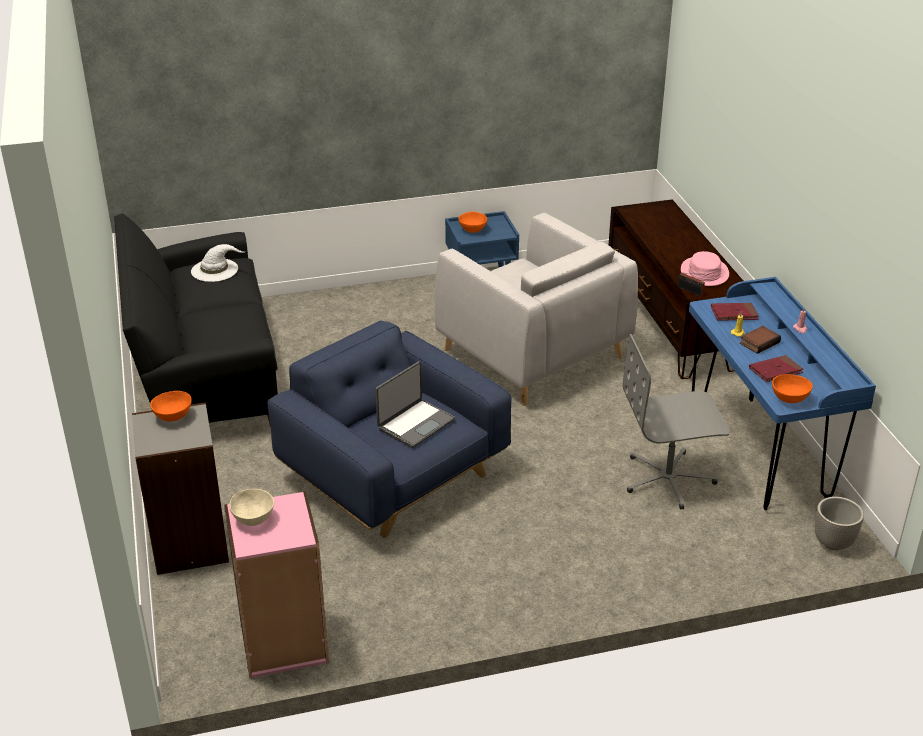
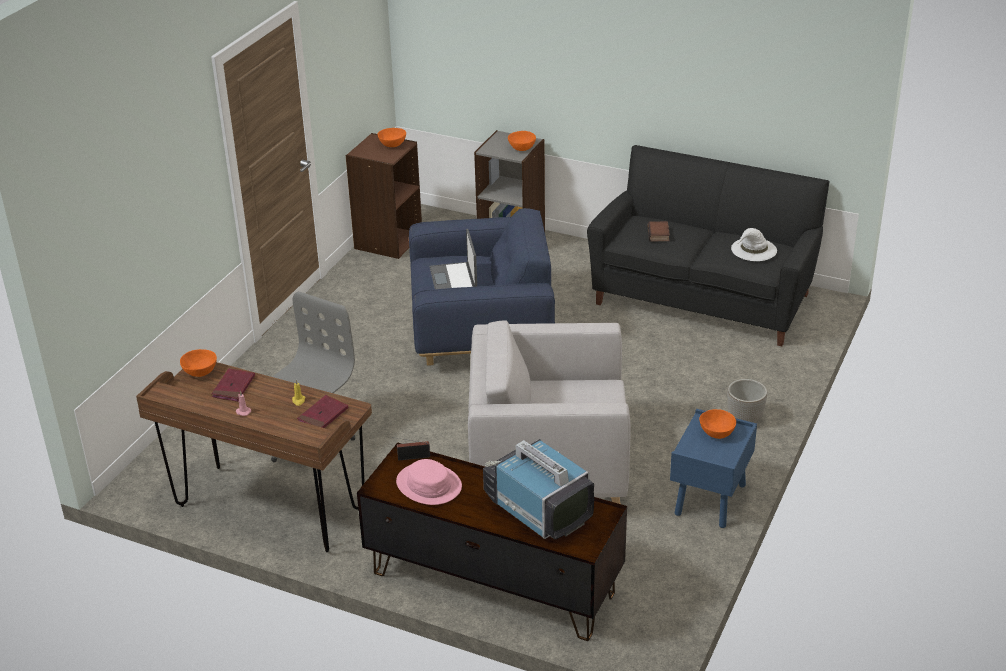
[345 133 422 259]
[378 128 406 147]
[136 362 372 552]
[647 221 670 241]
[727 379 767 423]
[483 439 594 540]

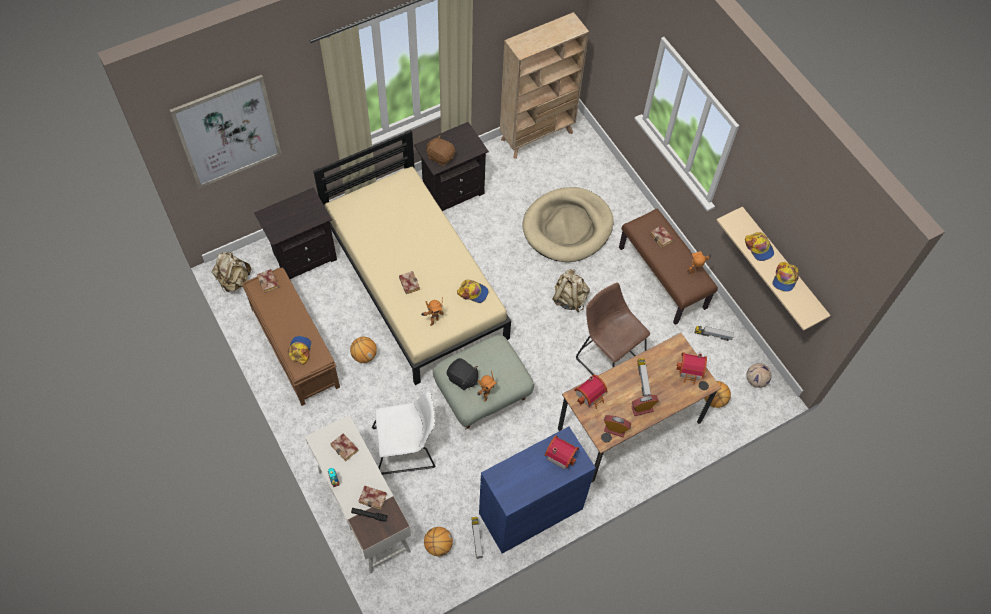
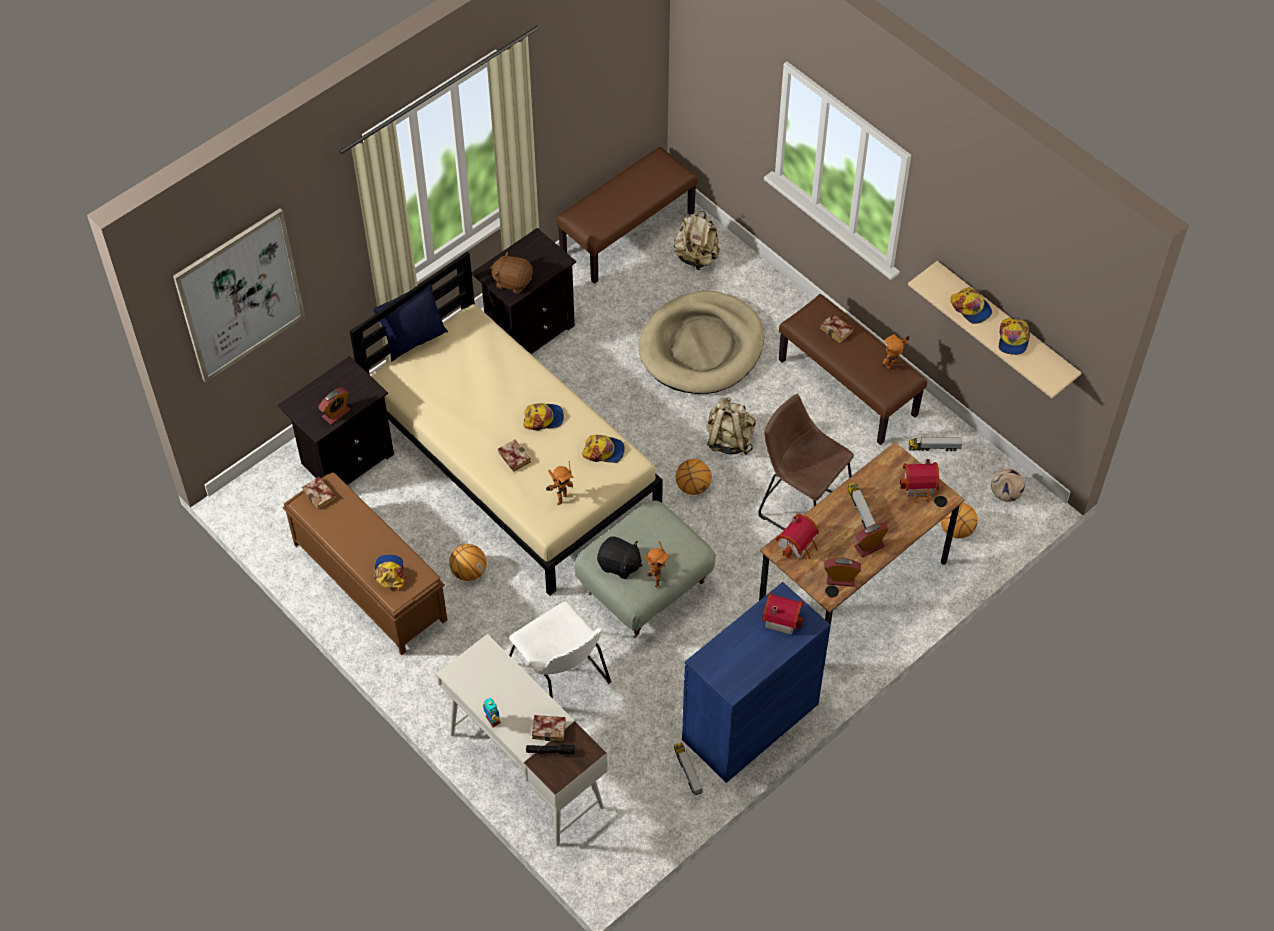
[674 211 720 270]
[331 433 358 461] (first image)
[509 601 611 699]
[676 459 712 495]
[556 147 698 284]
[318 387 350 425]
[373 284 448 361]
[523 403 564 430]

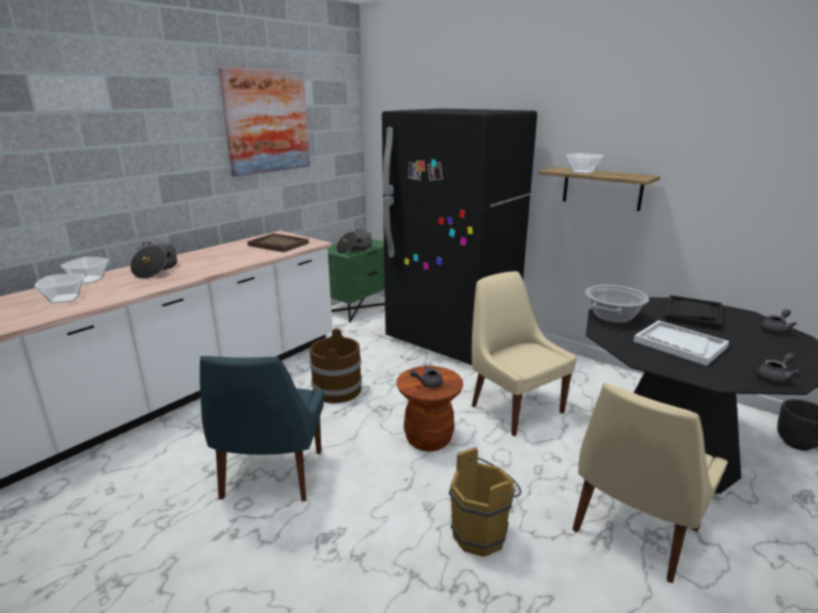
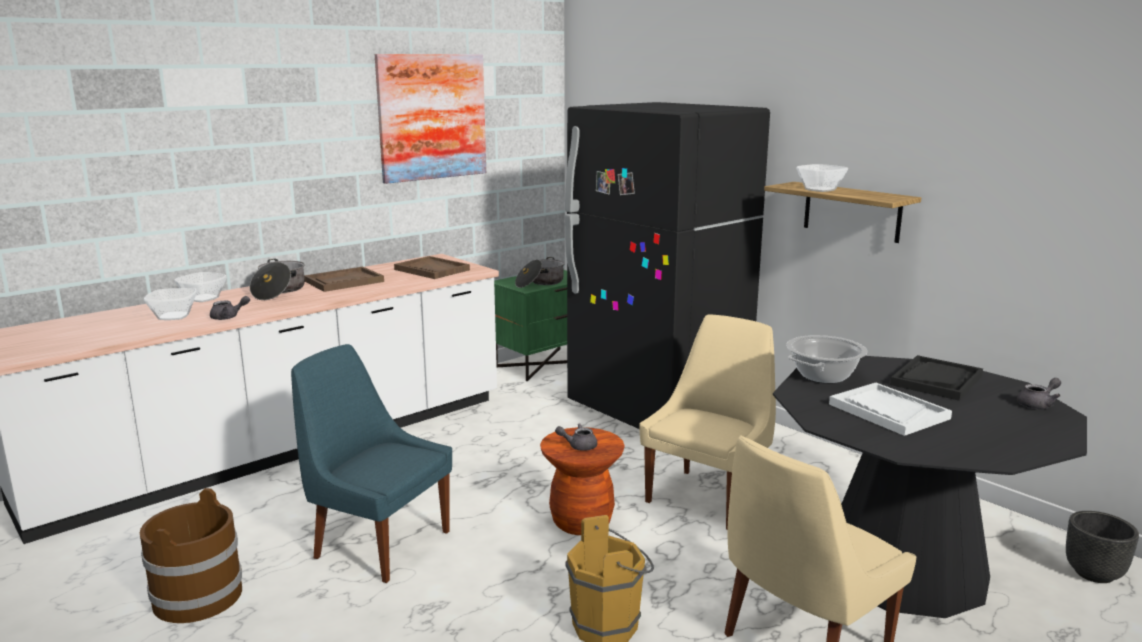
[291 344 452 583]
[140 488 242 623]
[639 314 776 529]
[210 296 250 320]
[304 267 384 292]

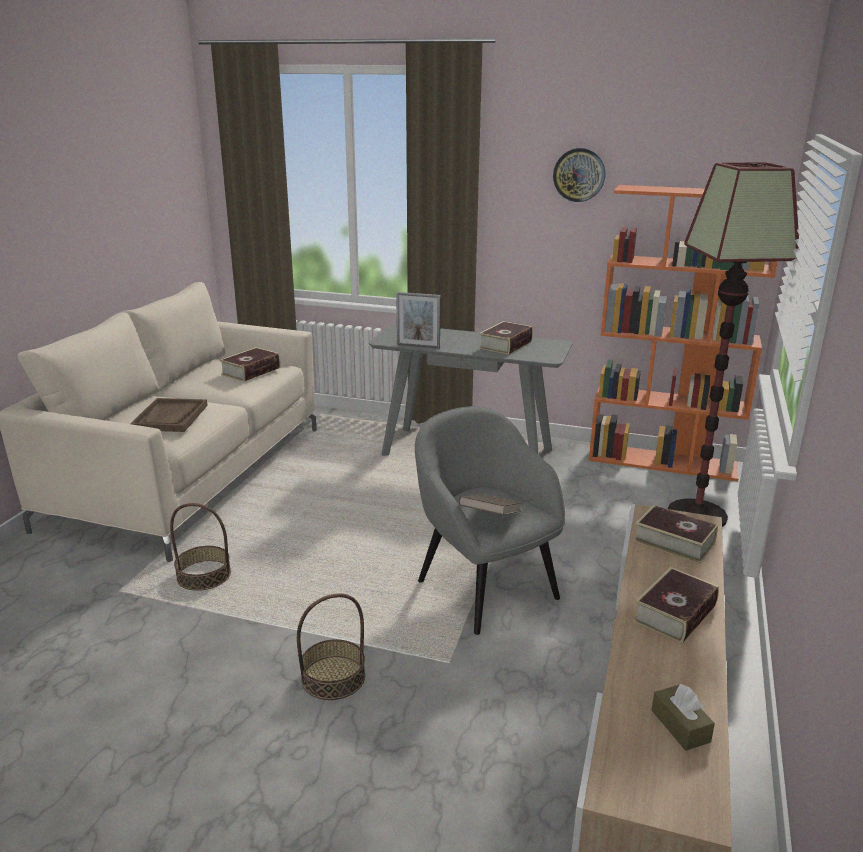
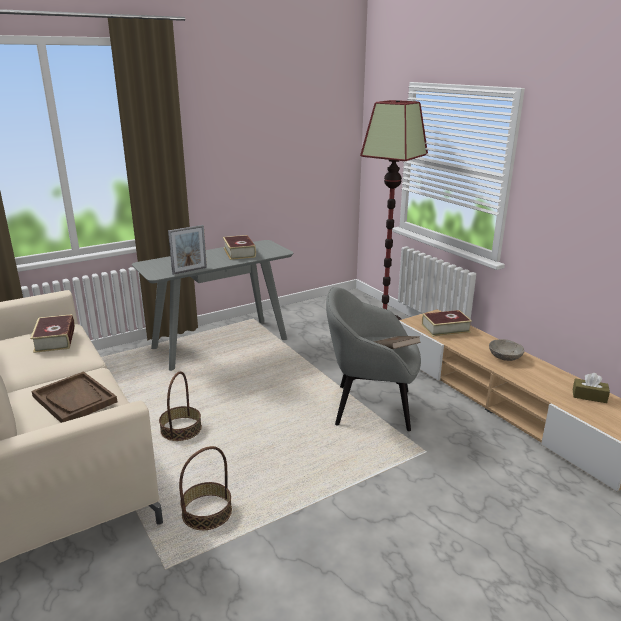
[159 371 202 441]
[553 148 605 202] (first image)
[589 185 778 481] (first image)
[489 339 524 361]

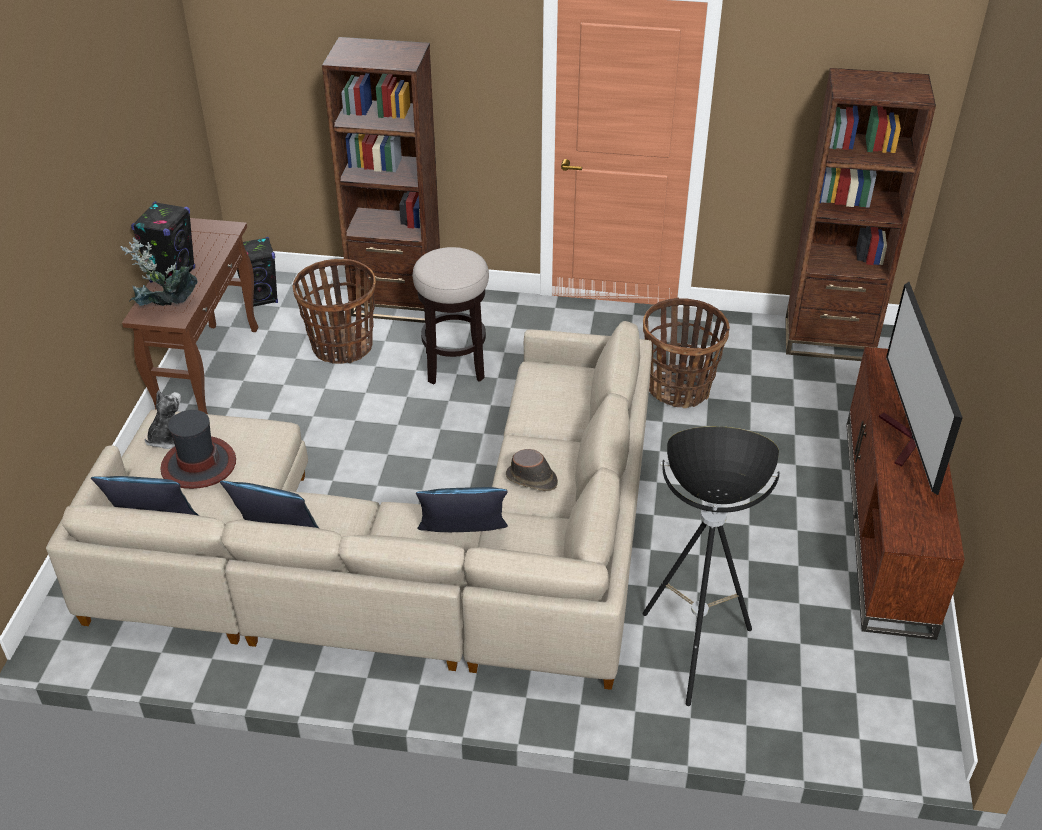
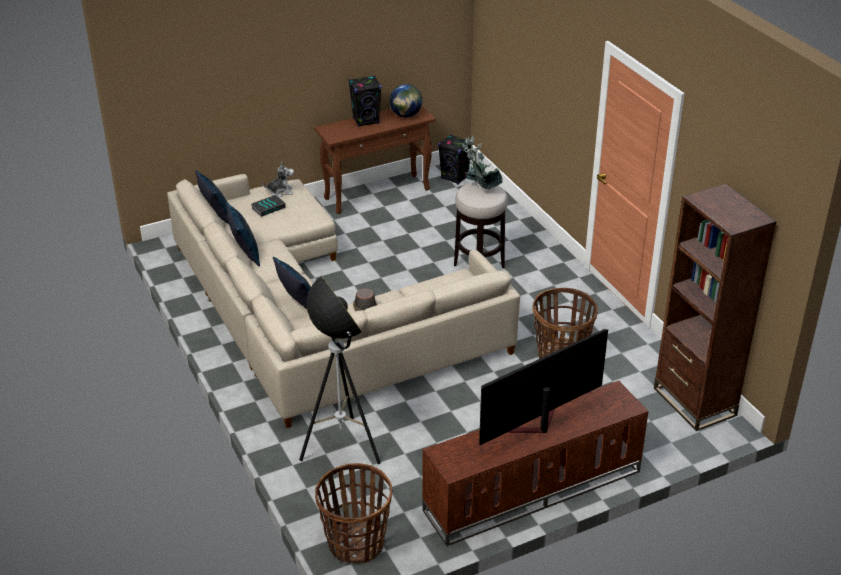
[462 136 503 190]
[251 195 286 217]
[315 463 393 564]
[322 37 440 323] (first image)
[389 84 422 117]

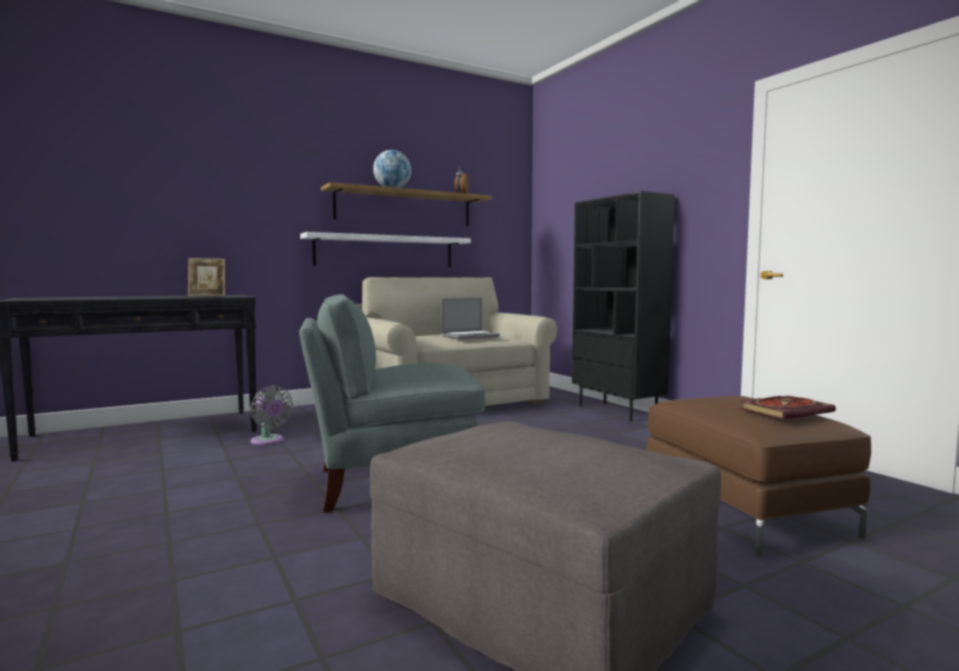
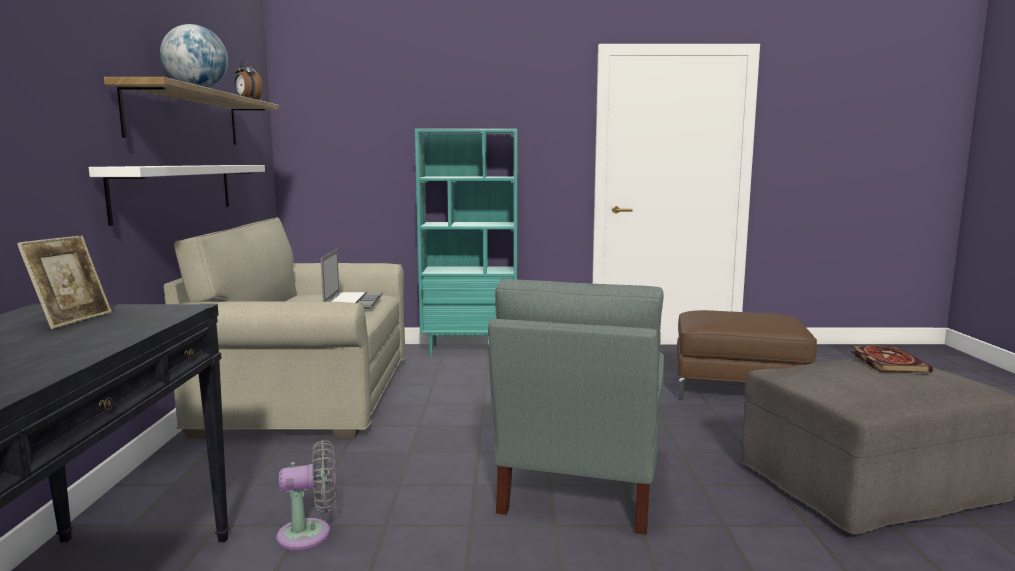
[415 129 517 356]
[851 346 933 373]

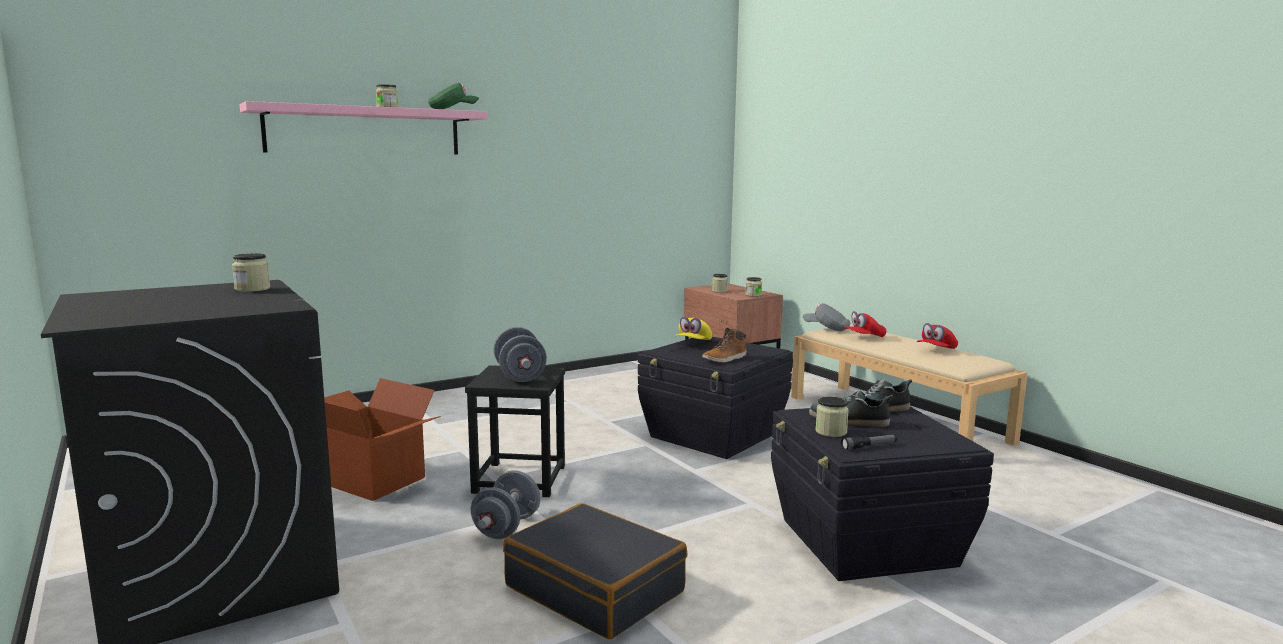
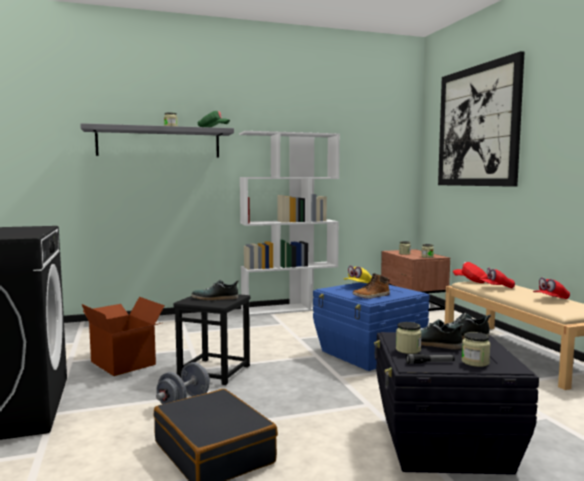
[462 332 490 367]
[80 123 234 157]
[191 280 239 300]
[313 282 429 371]
[453 262 488 283]
[239 131 340 316]
[438 51 525 187]

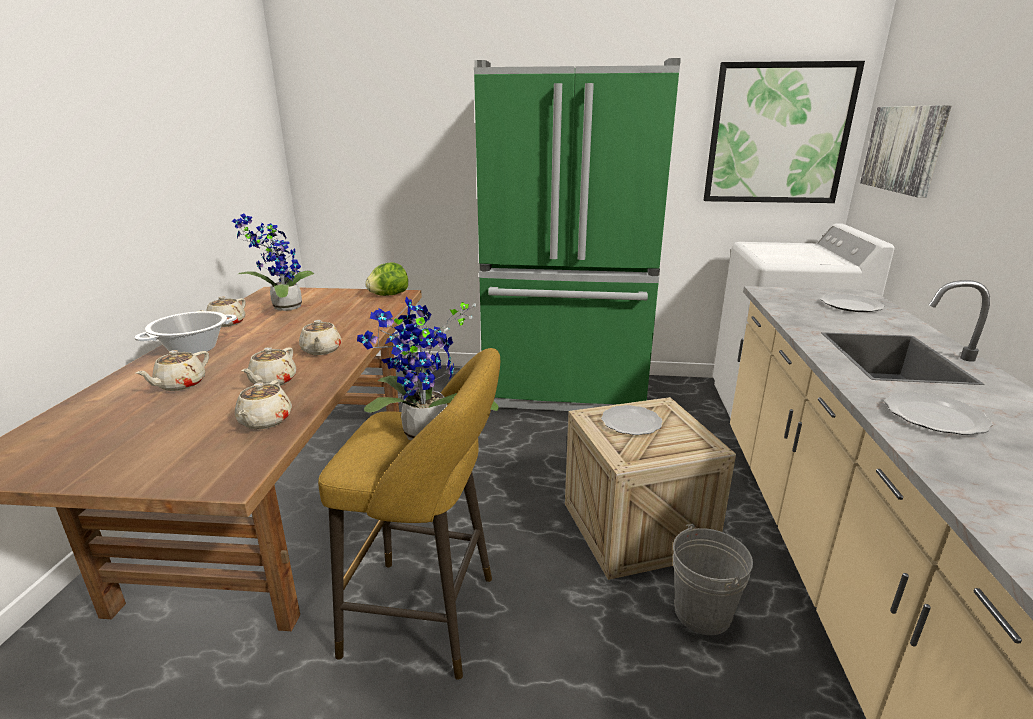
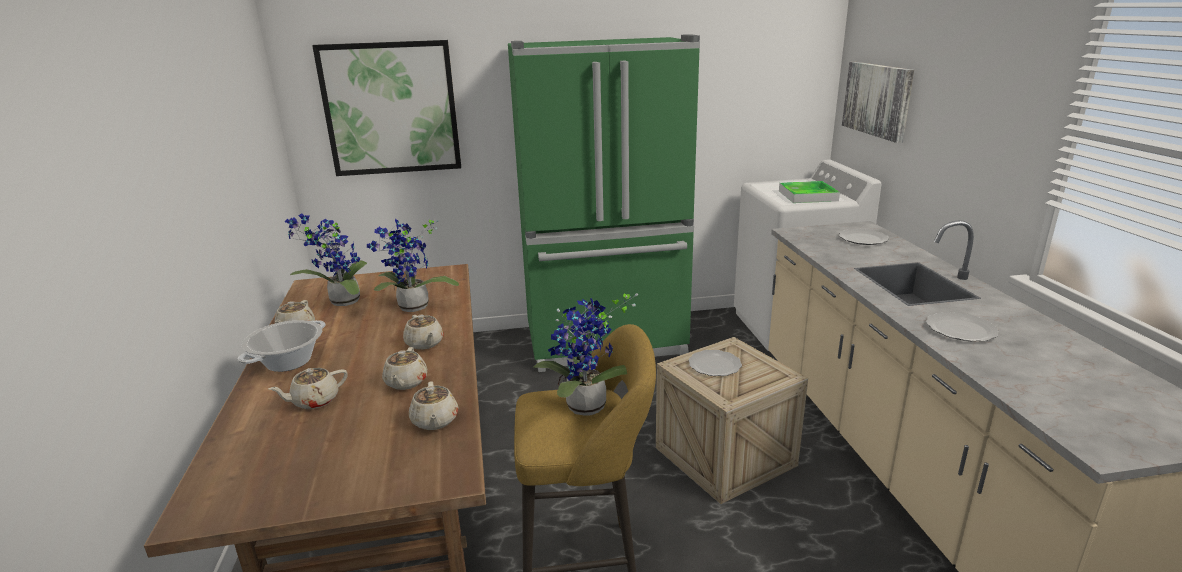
[269 368 348 409]
[365 262 408 296] (first image)
[673 524 753 635] (first image)
[312 40 461 176]
[367 219 459 312]
[779 181 840 203]

